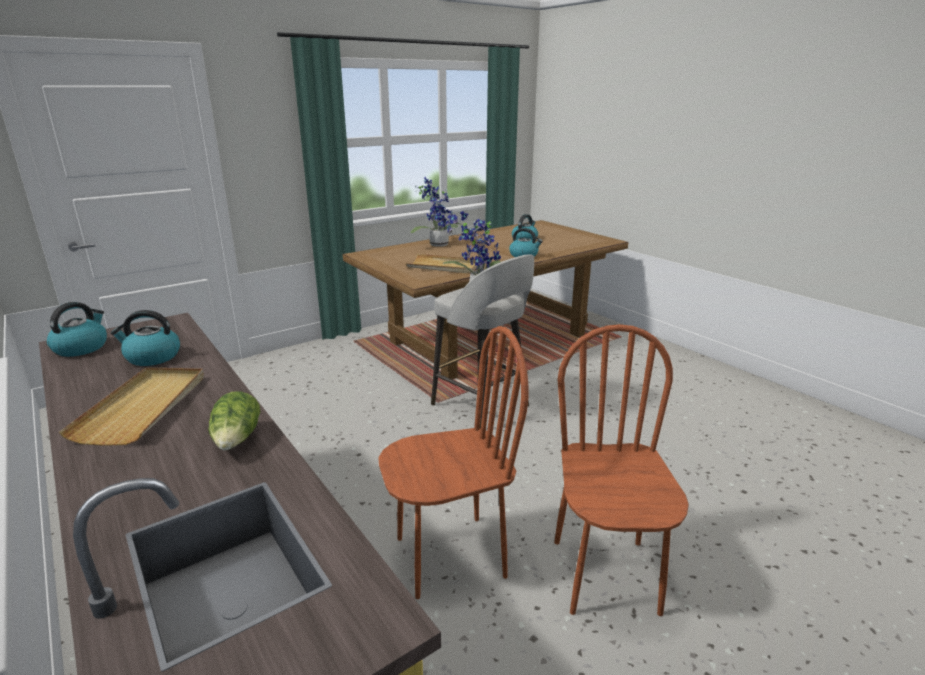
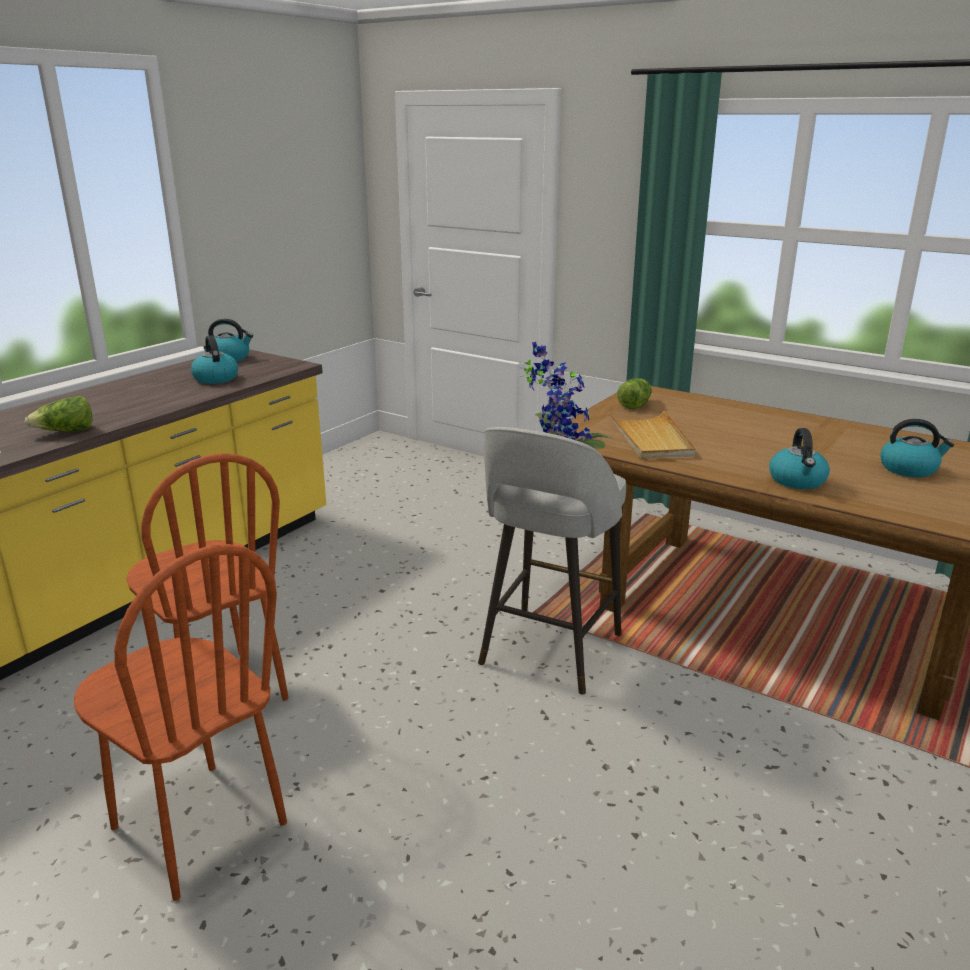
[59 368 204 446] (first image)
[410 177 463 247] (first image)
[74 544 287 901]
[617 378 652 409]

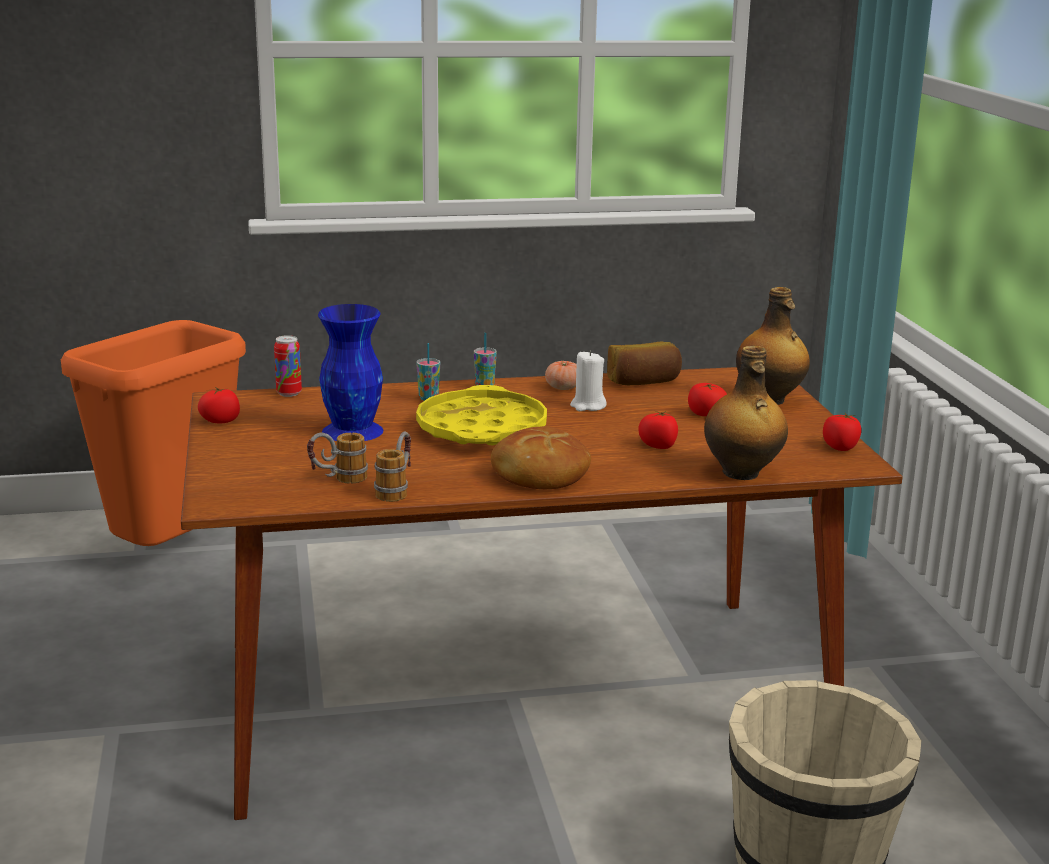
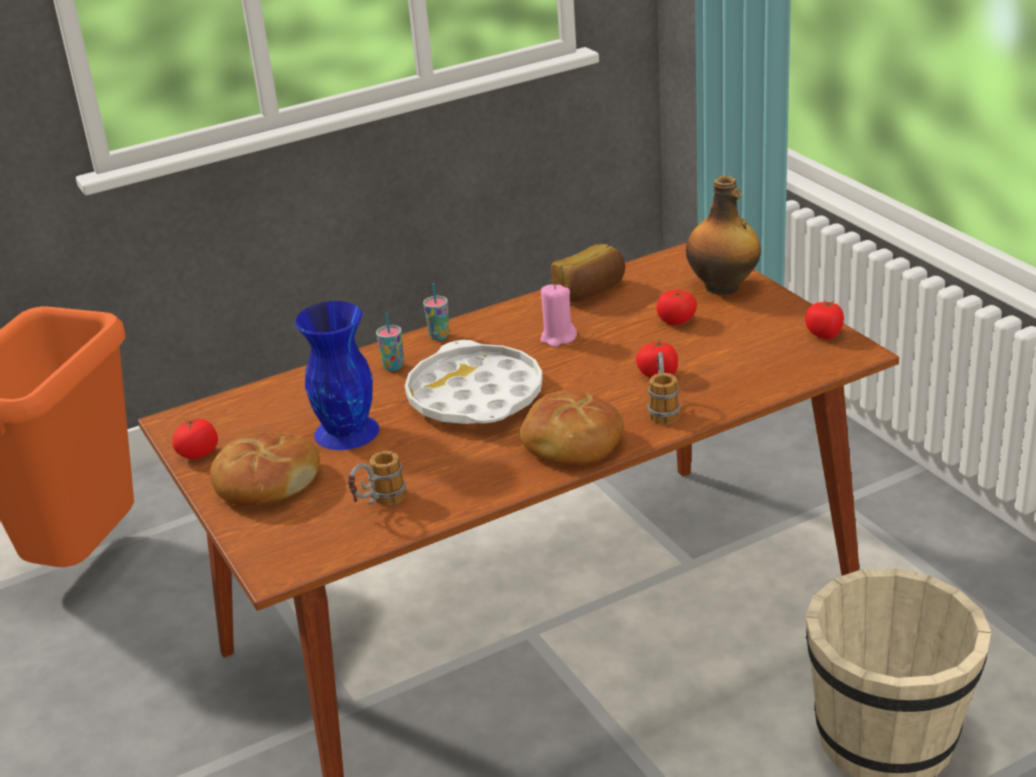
[274 335 302 397] (first image)
[647 352 680 424]
[405 340 543 424]
[545 360 577 390] (first image)
[540 284 577 347]
[704 346 788 480] (first image)
[210 432 320 506]

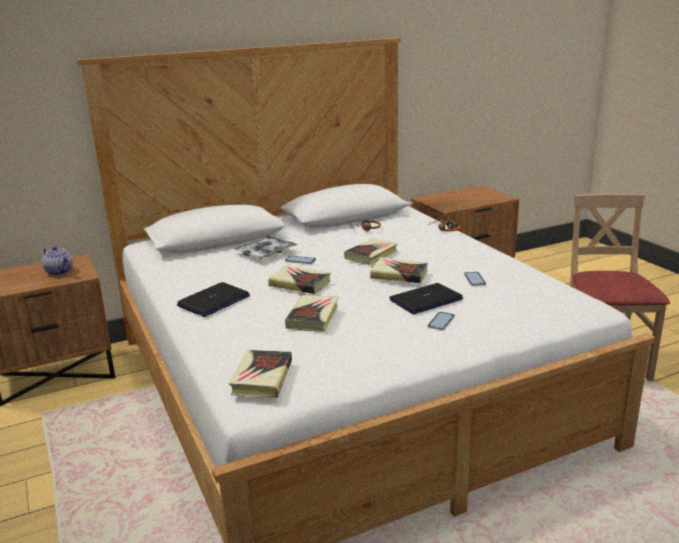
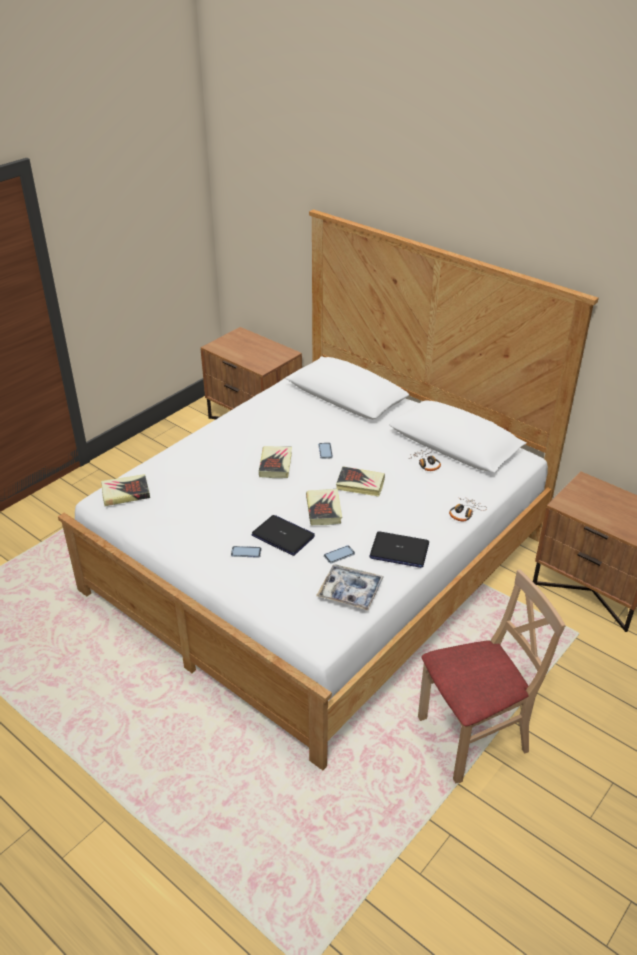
[42 246 73 276] (first image)
[369 531 429 568]
[316 564 384 611]
[285 295 338 332] (first image)

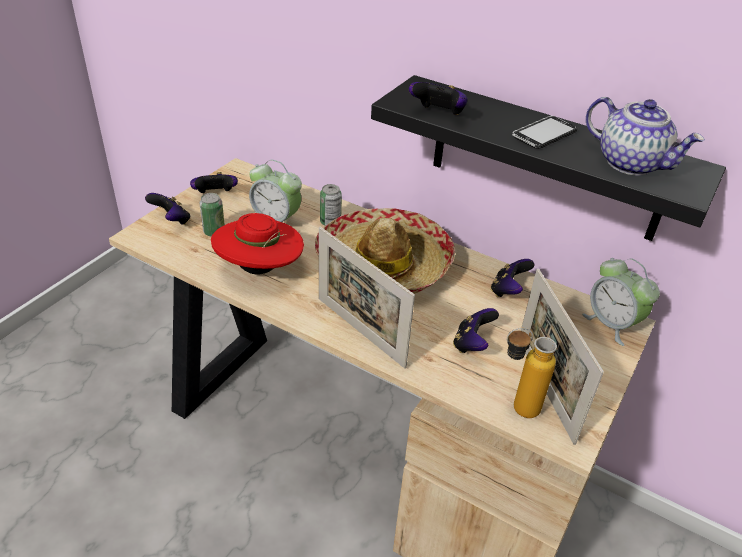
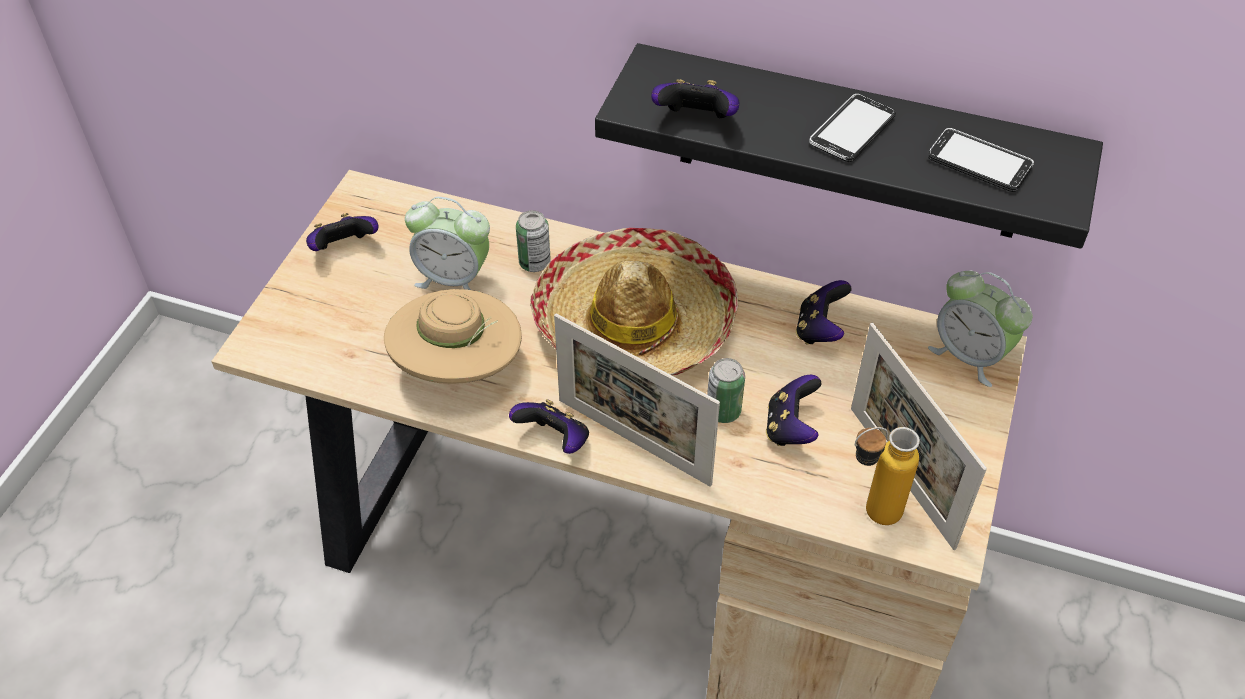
[509 399 589 454]
[707 358 745 423]
[384 289 522 384]
[928 128 1034 192]

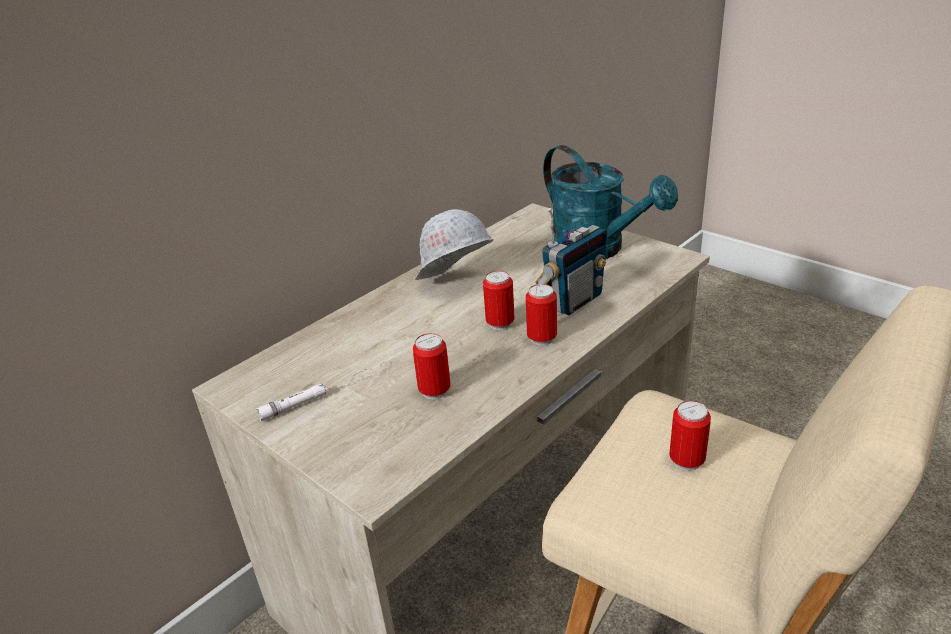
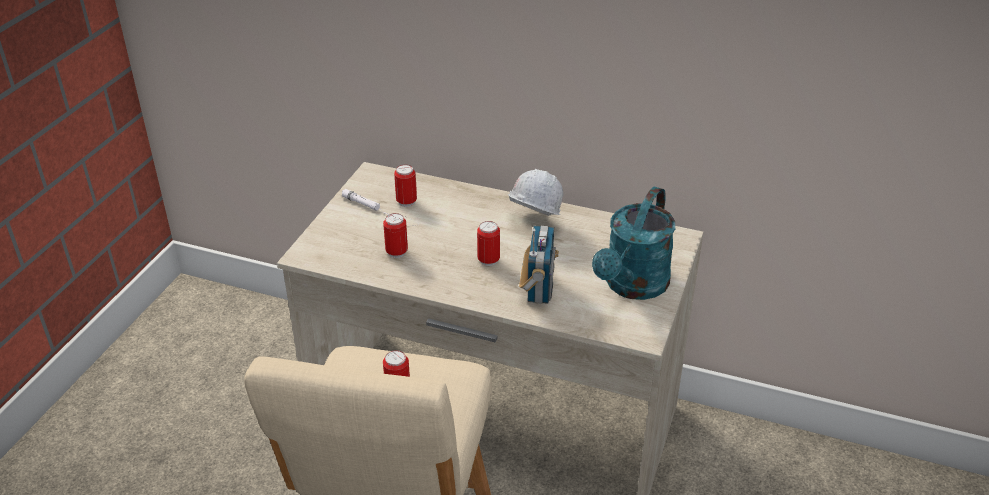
[394 165 417 207]
[519 226 559 304]

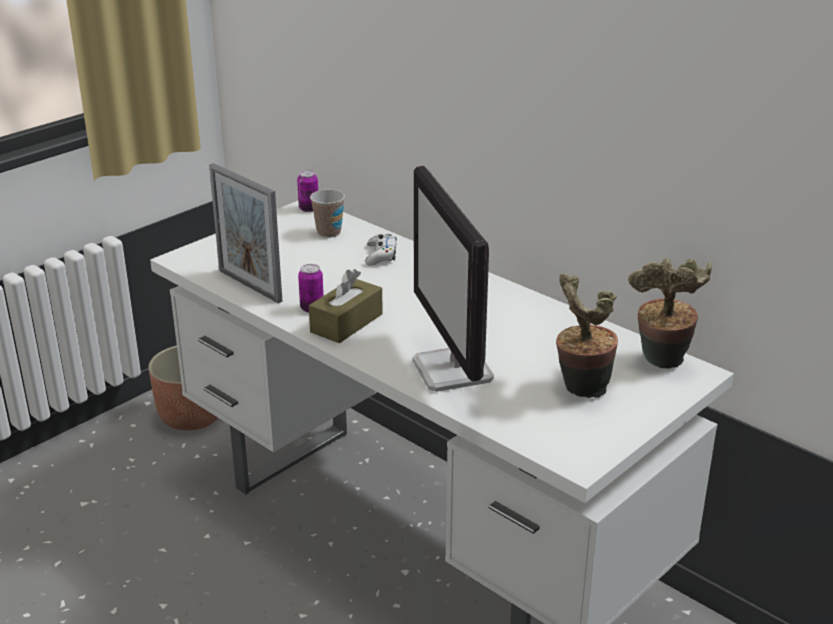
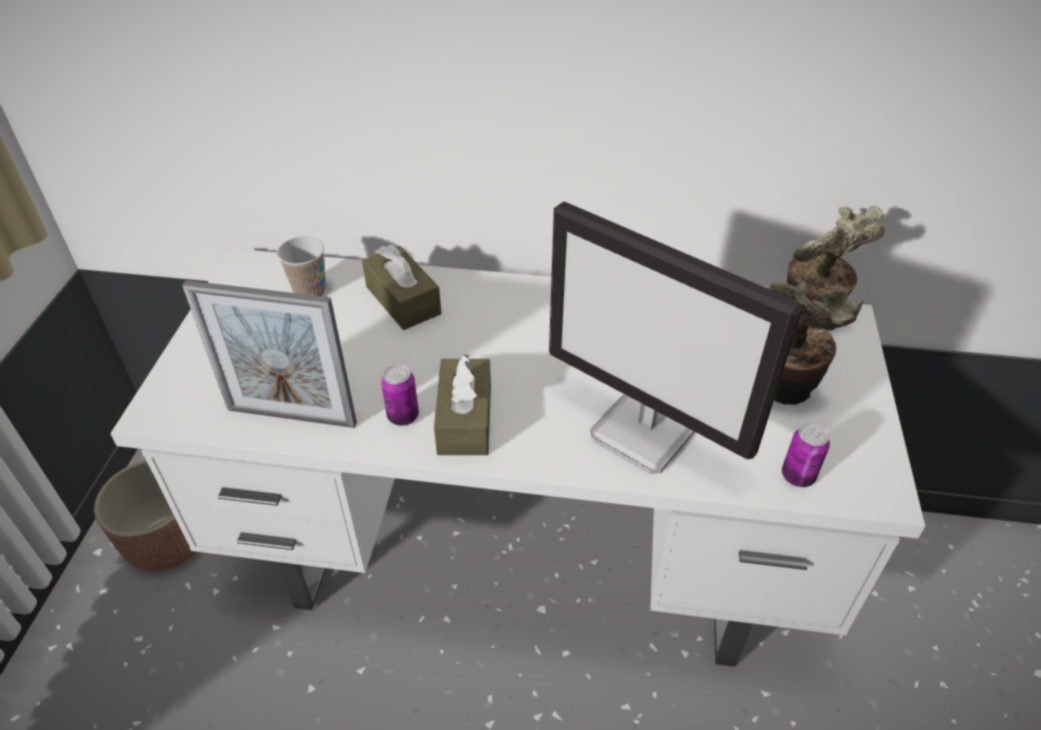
[782 423 830 487]
[362 245 442 330]

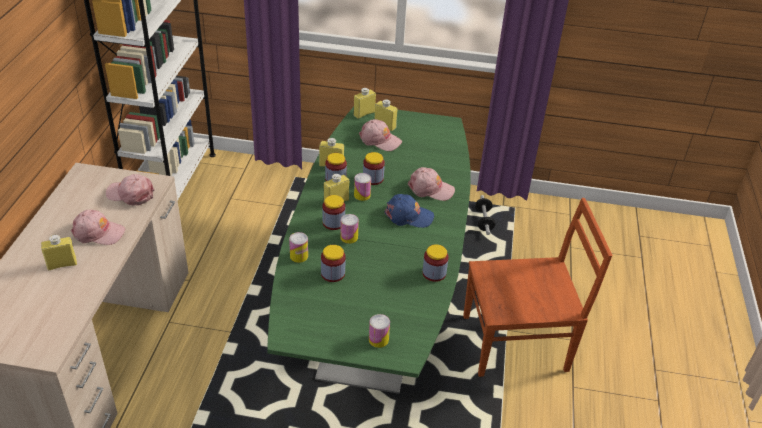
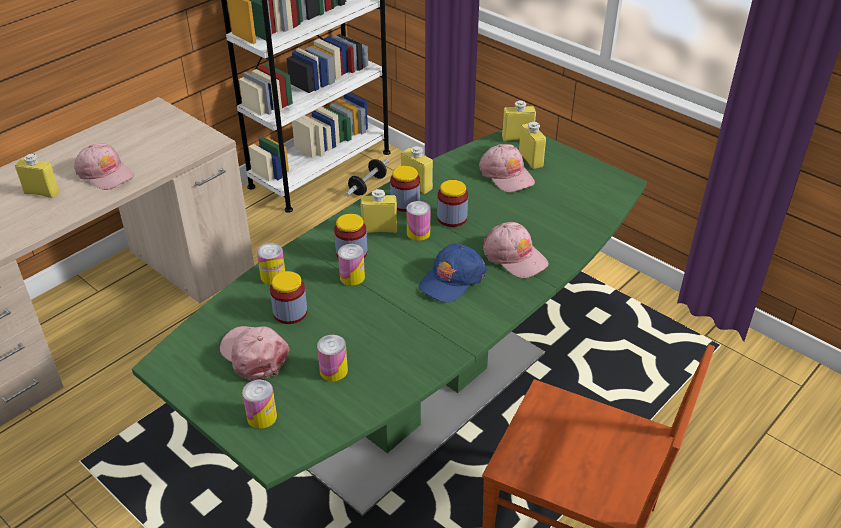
[220 326 289 380]
[419 243 487 303]
[422 244 449 282] (first image)
[345 159 389 196]
[317 335 348 382]

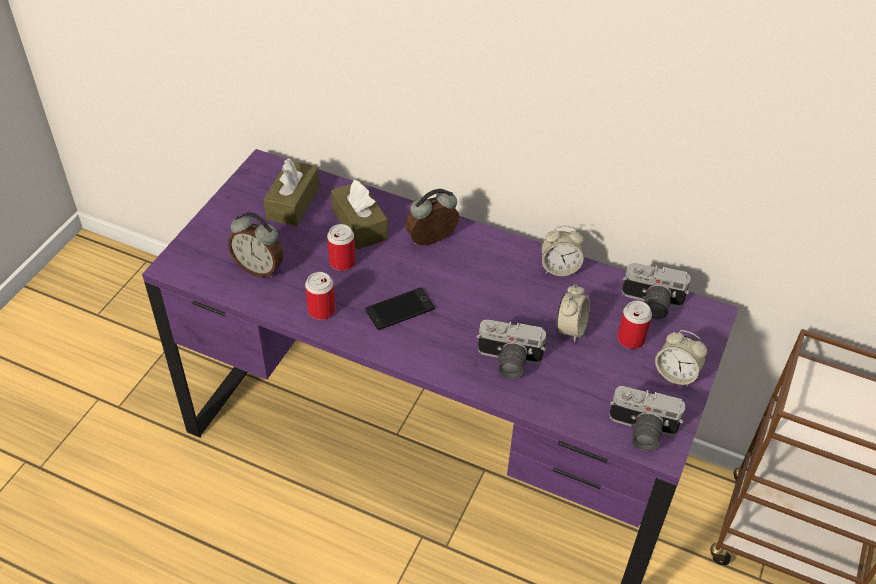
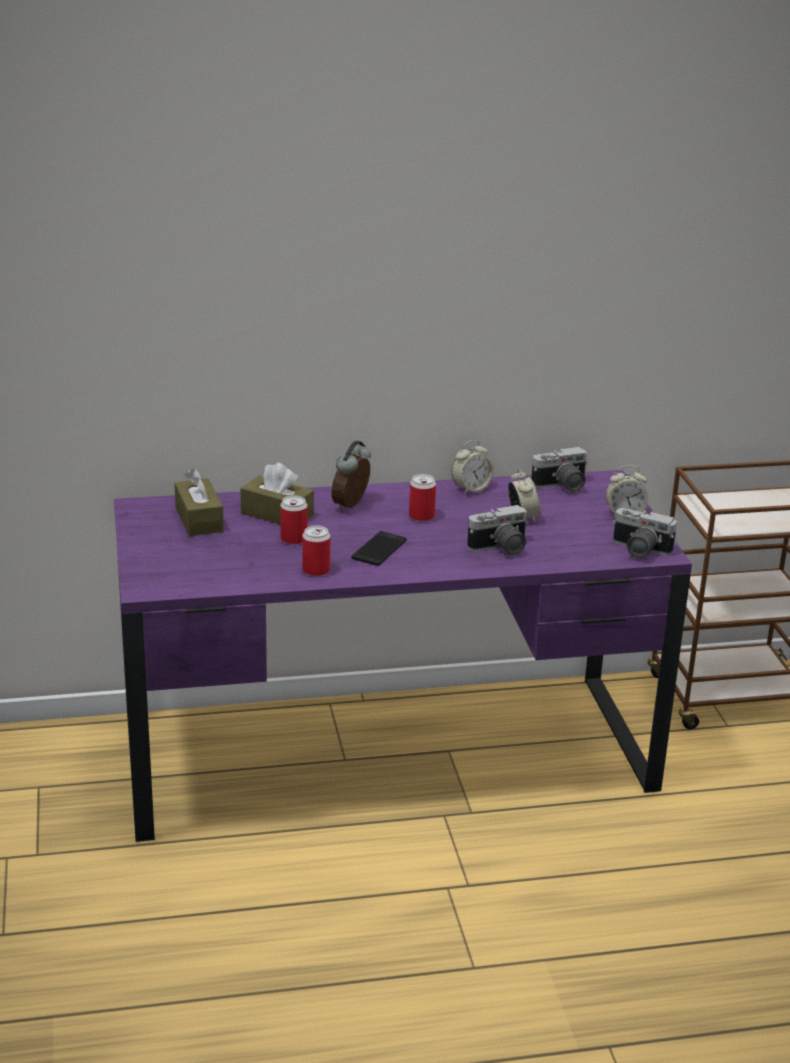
[228 212 283 277] (first image)
[612 508 677 558]
[409 474 436 522]

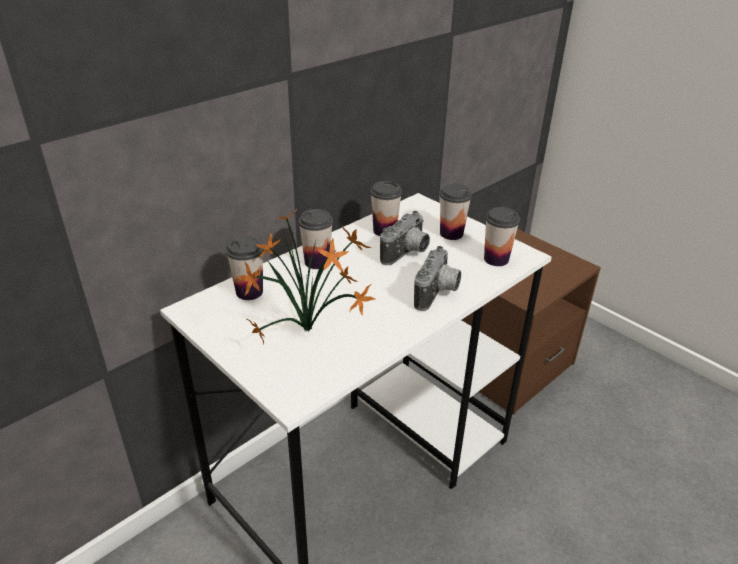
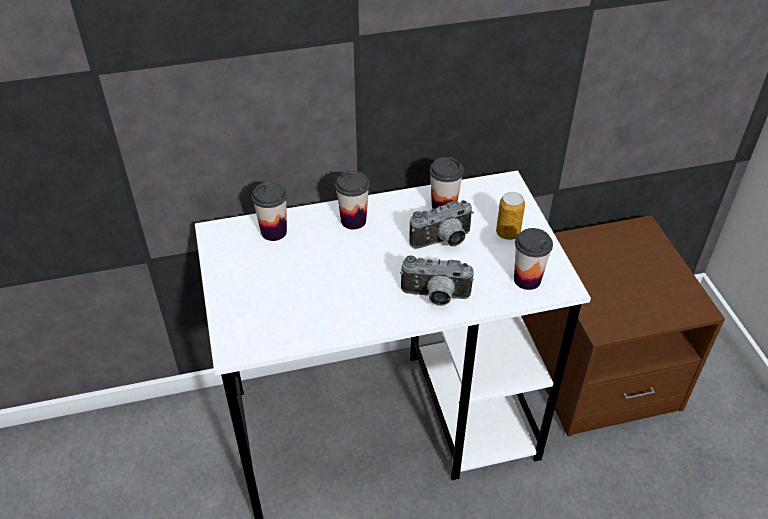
[236 209 375 345] (first image)
[400 255 474 306]
[496 192 525 240]

